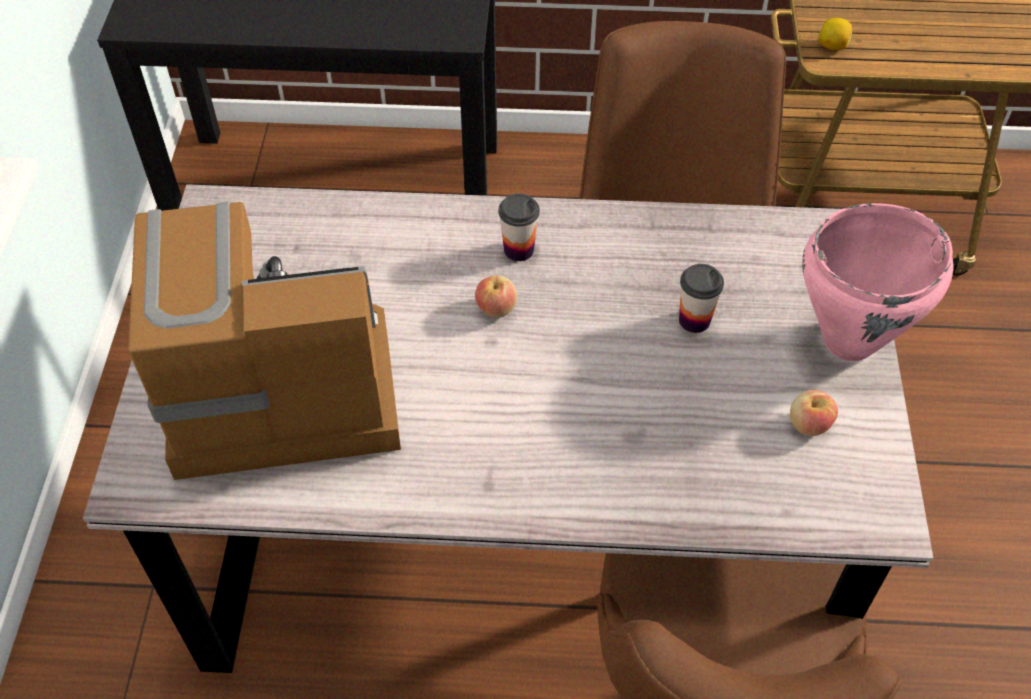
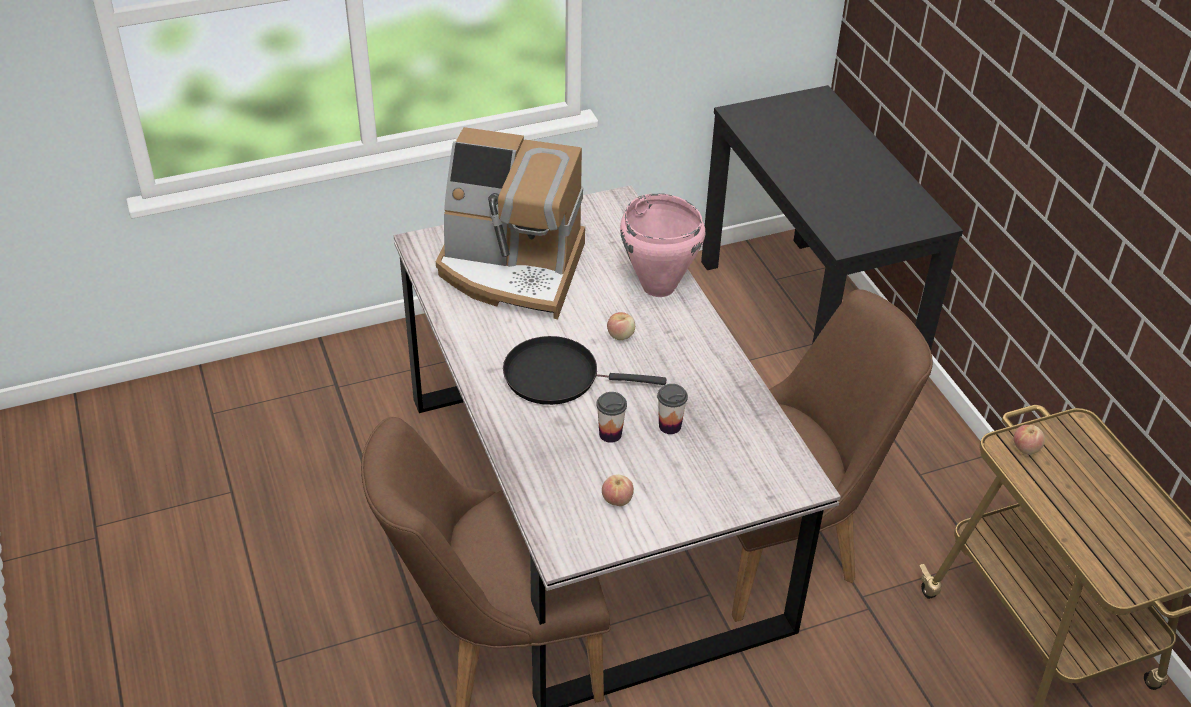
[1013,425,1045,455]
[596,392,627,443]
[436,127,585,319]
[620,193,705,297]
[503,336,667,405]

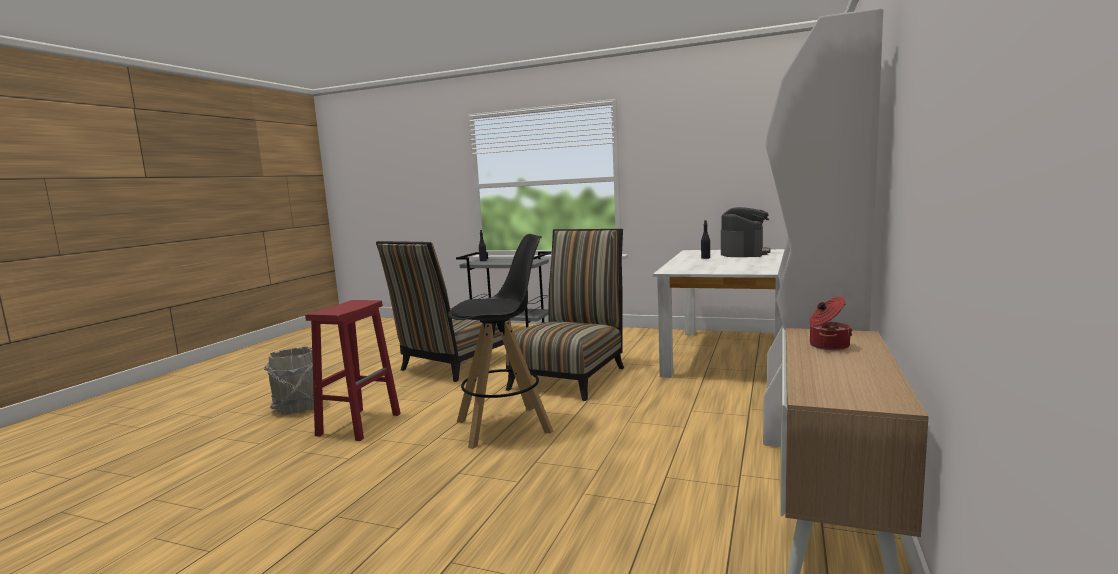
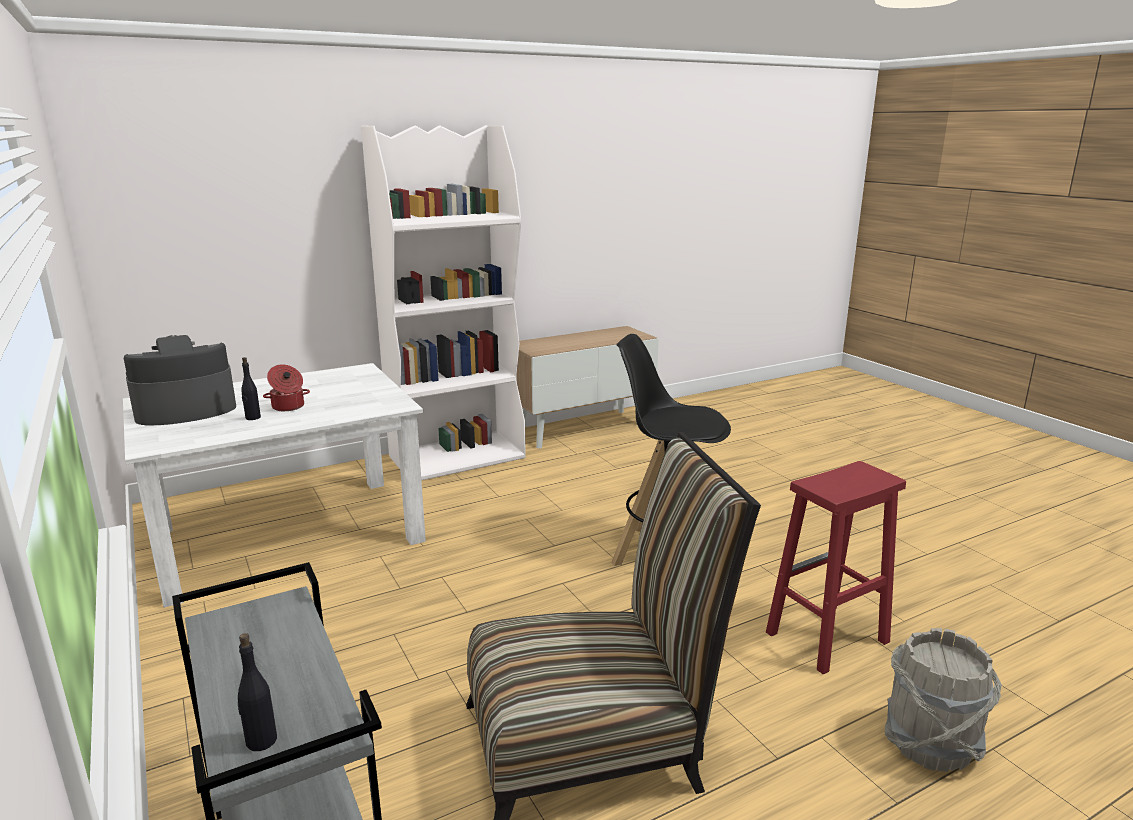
[506,229,624,401] (first image)
[263,364,310,411]

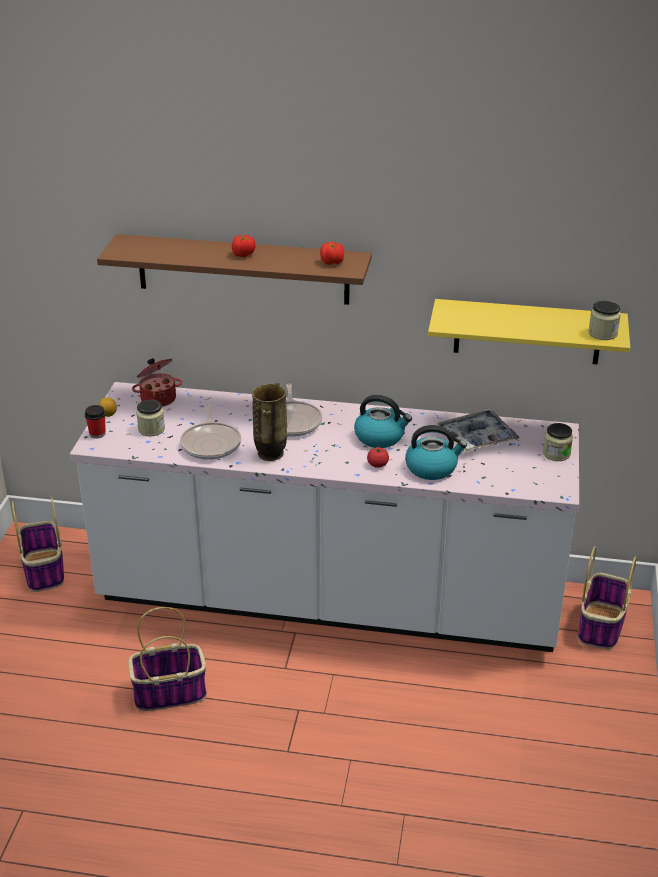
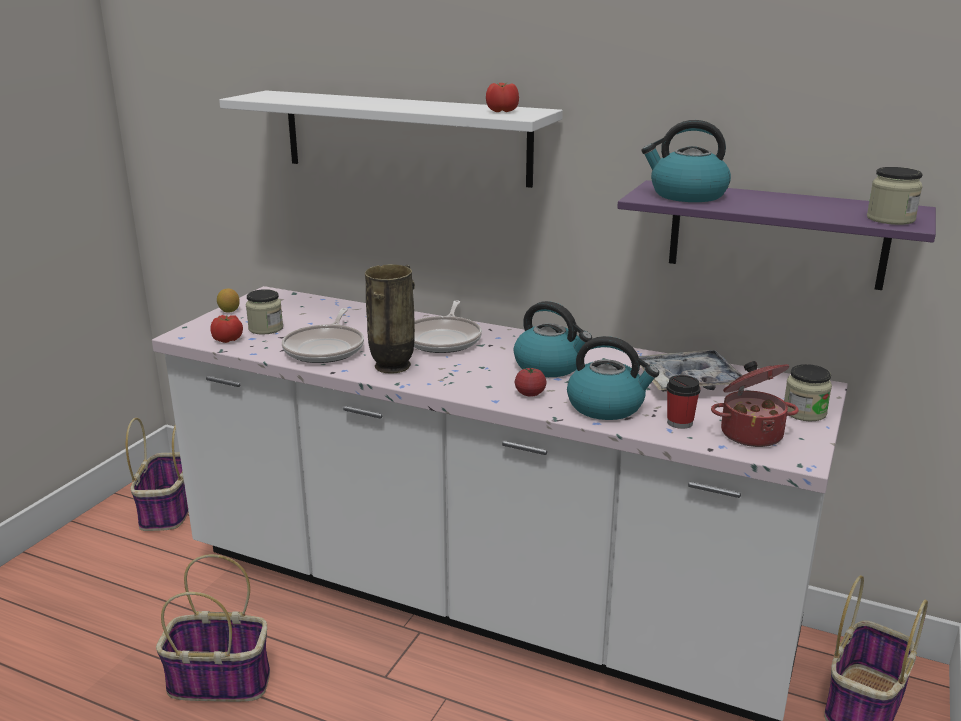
[219,90,563,188]
[211,315,243,343]
[617,180,936,290]
[711,361,799,447]
[666,375,700,429]
[641,120,731,202]

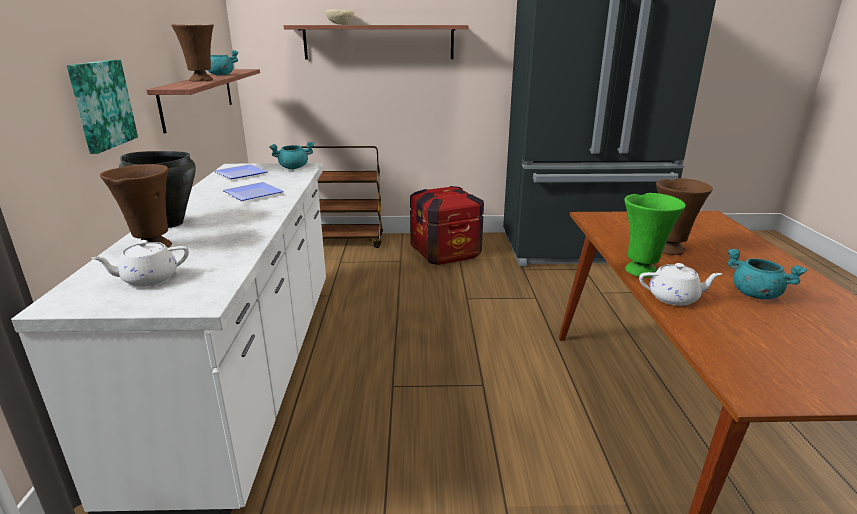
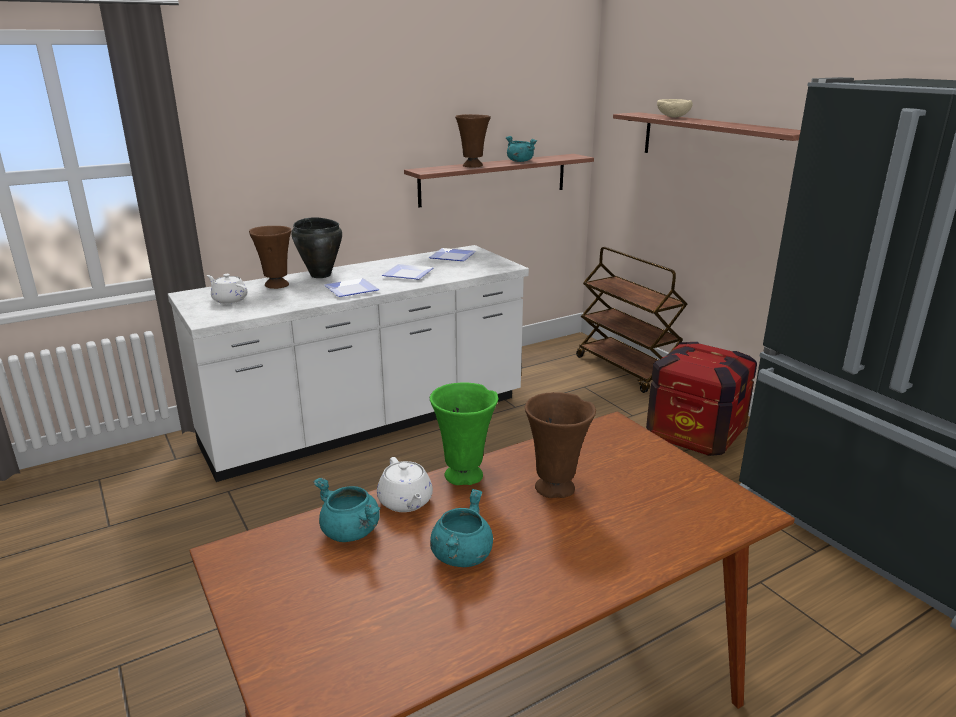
[67,60,138,154] (first image)
[313,478,381,542]
[324,278,379,297]

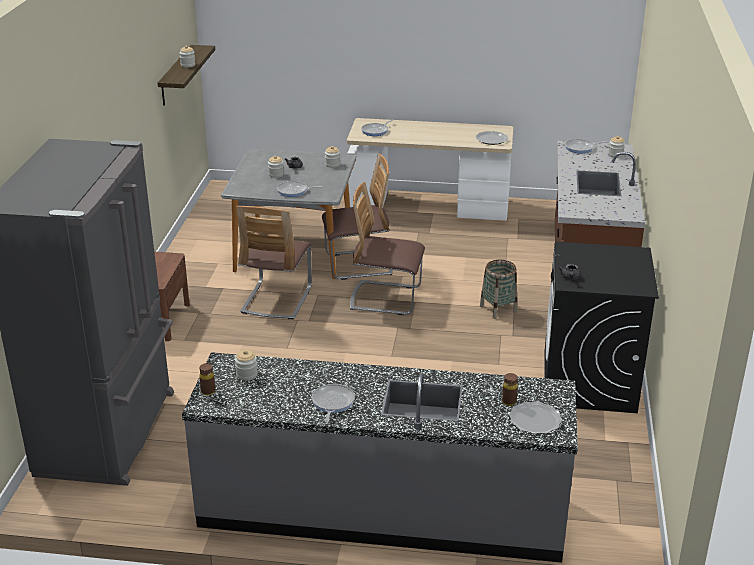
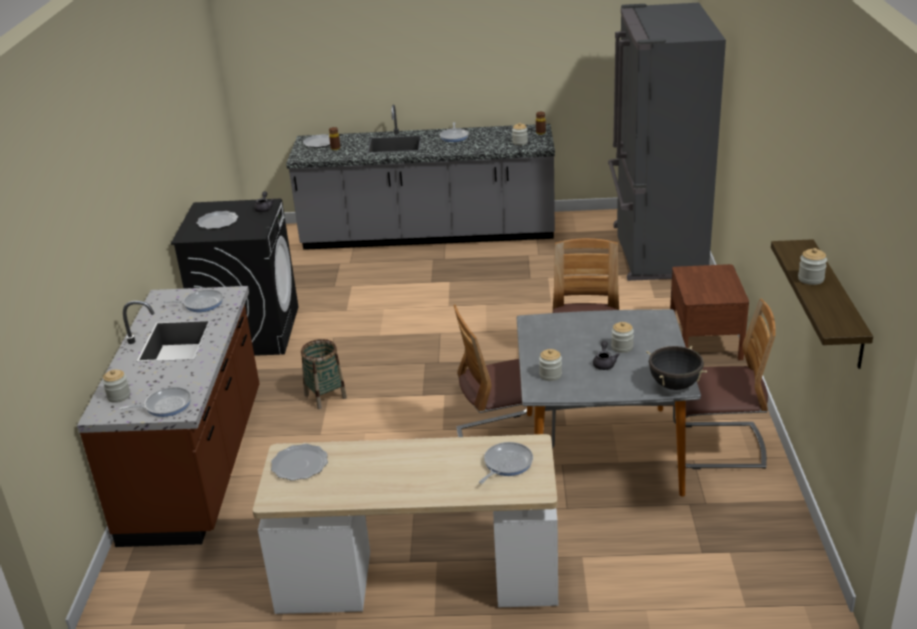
[163,289,223,312]
[673,299,776,469]
[196,211,238,229]
[646,346,707,390]

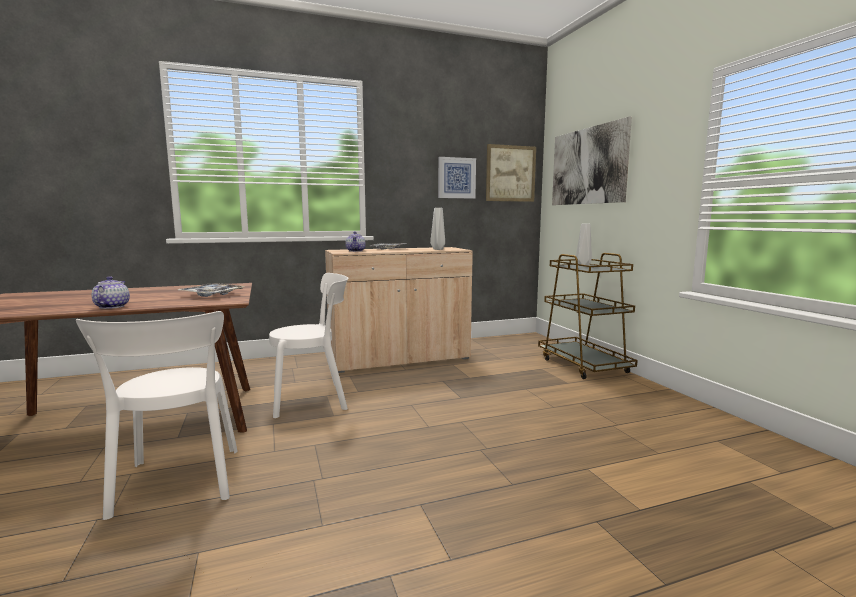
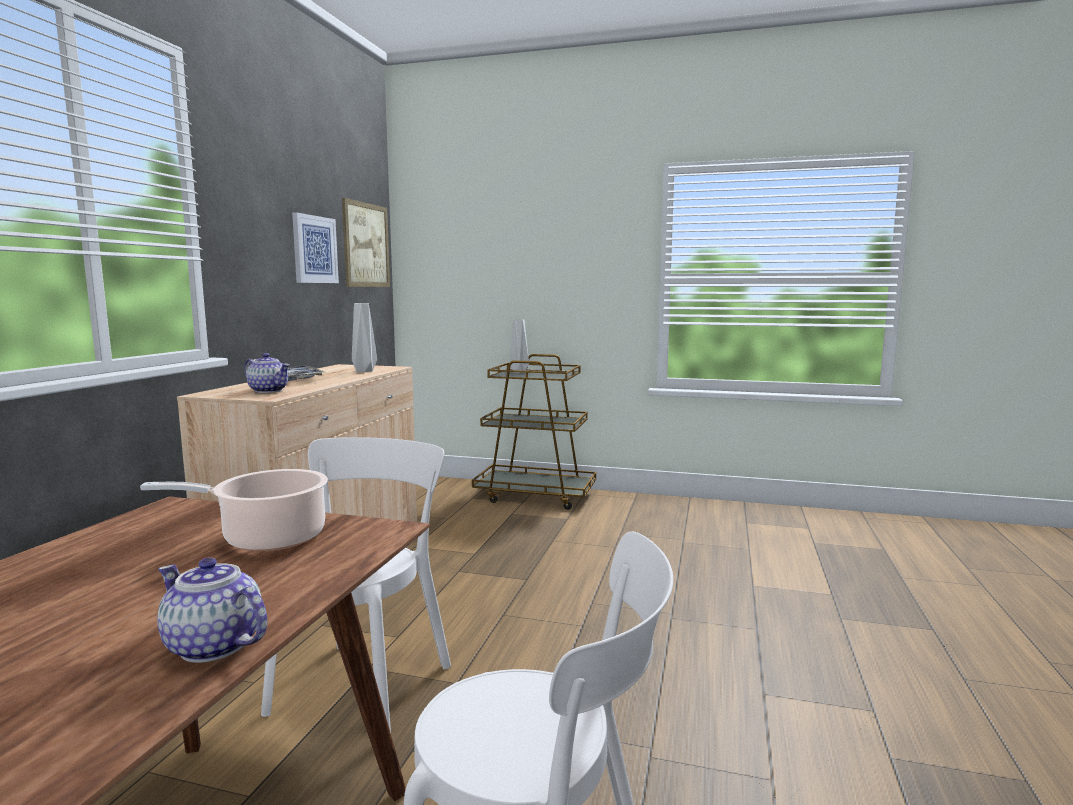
[552,116,632,205] (first image)
[140,469,328,551]

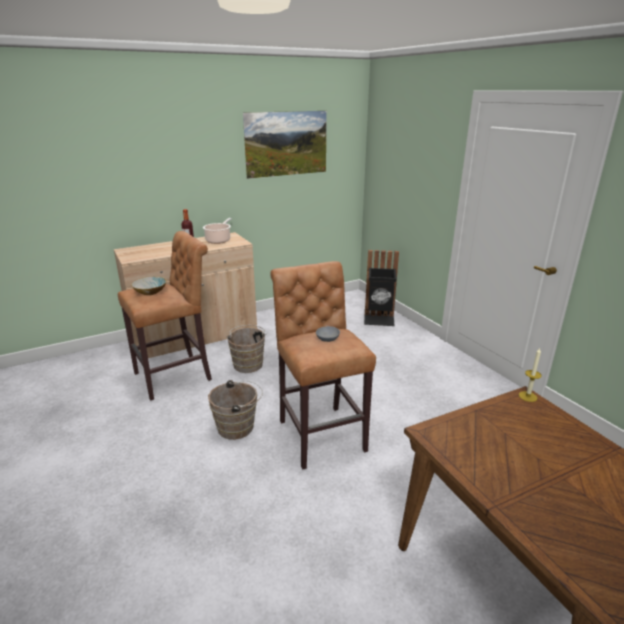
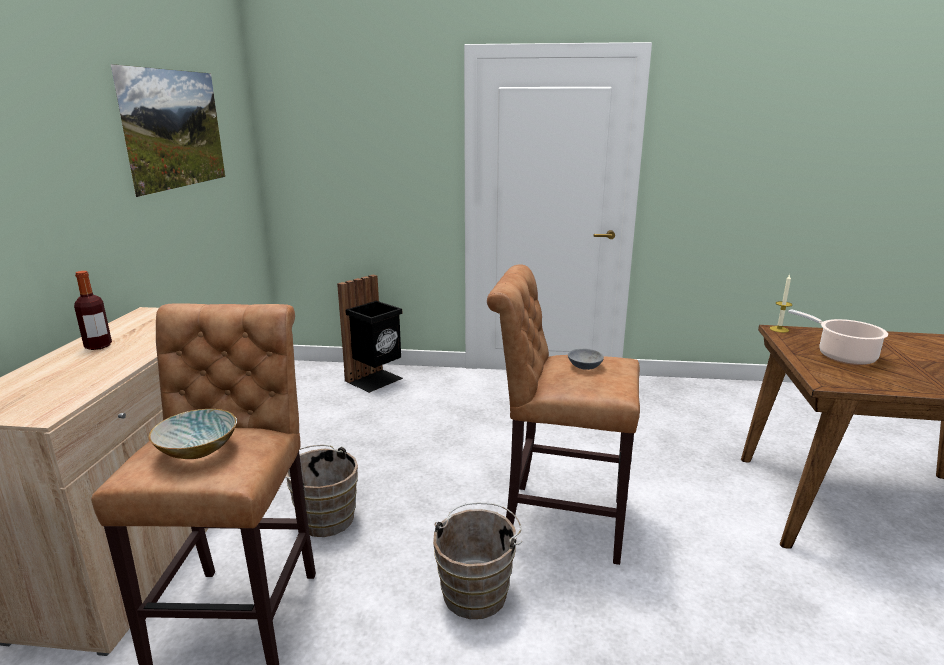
[788,309,888,365]

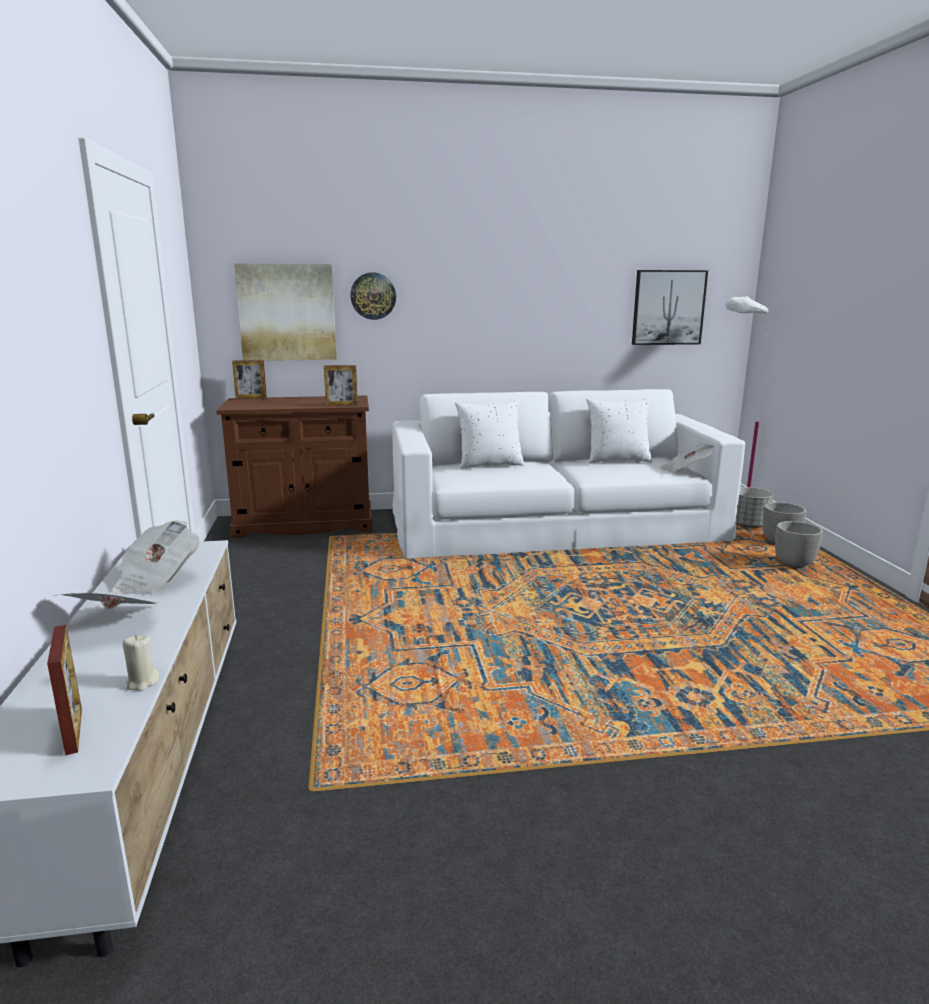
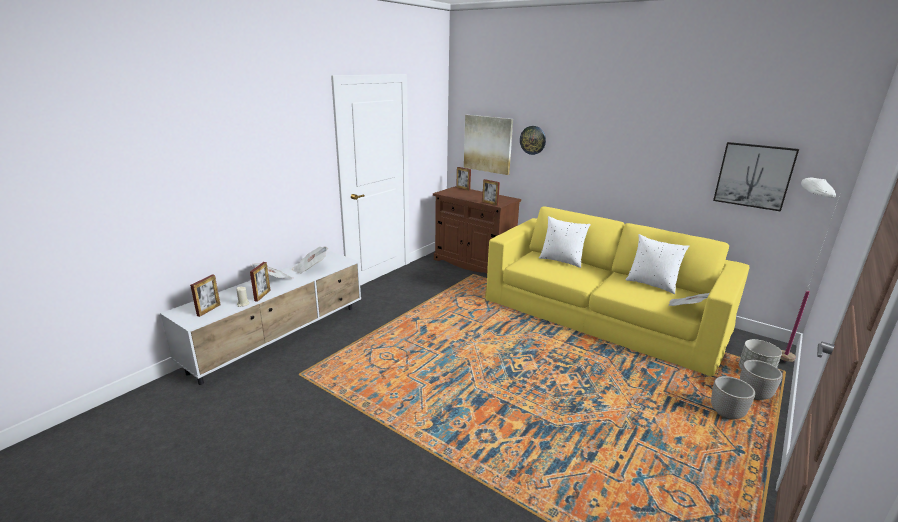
[485,206,749,376]
[250,262,271,302]

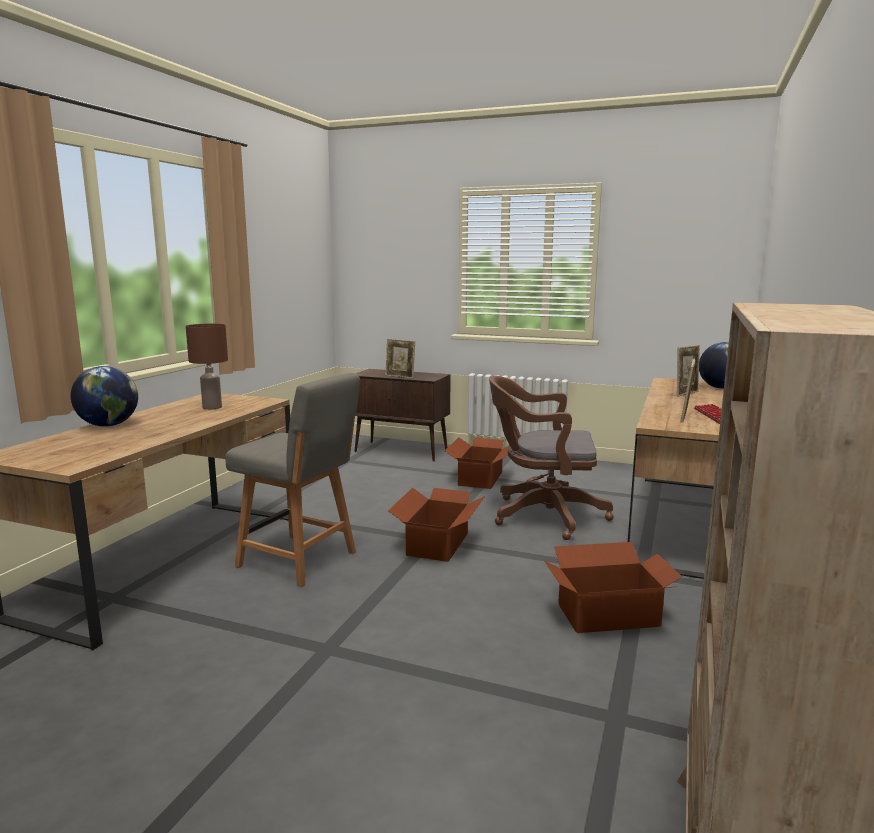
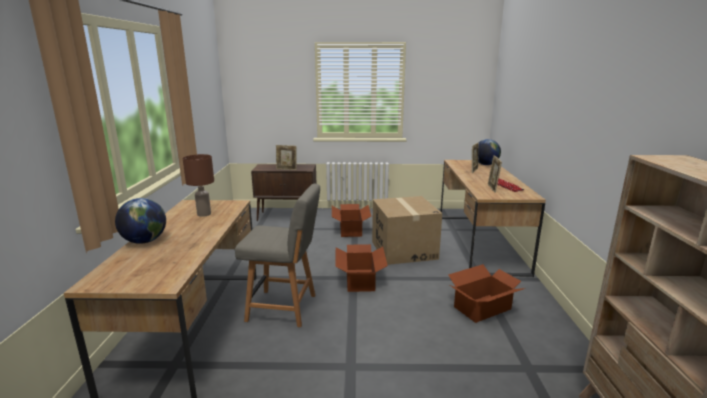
[372,196,442,265]

